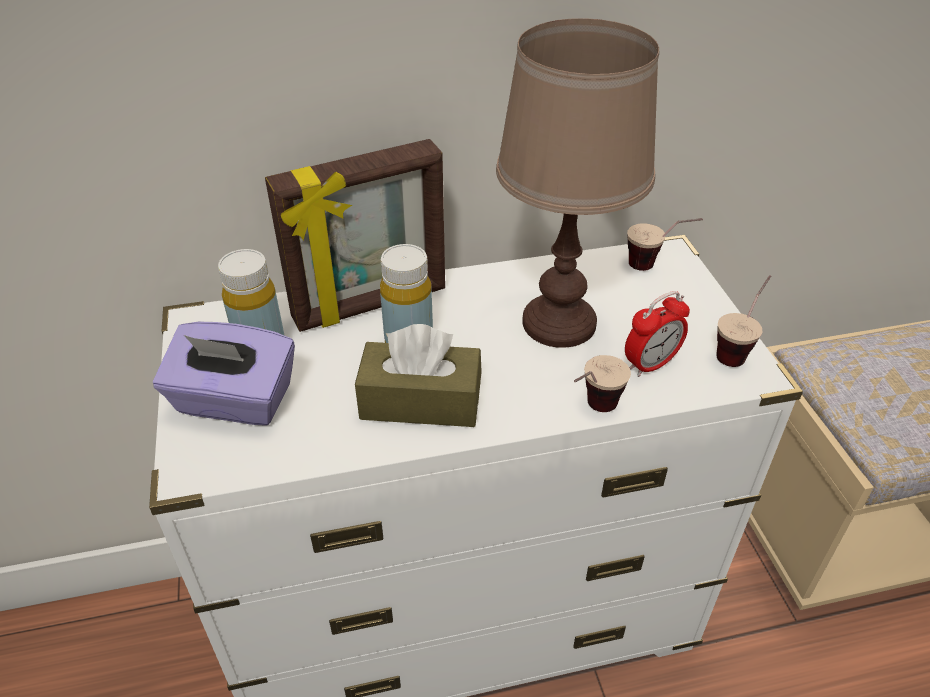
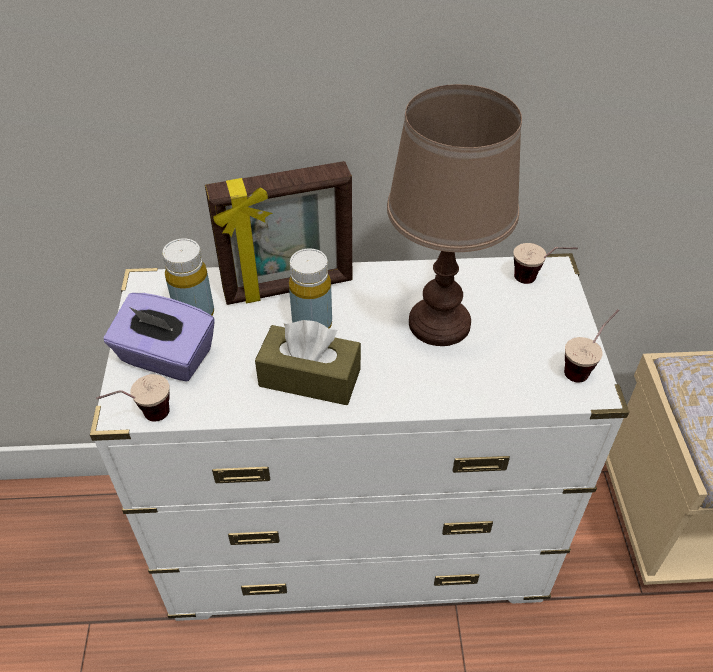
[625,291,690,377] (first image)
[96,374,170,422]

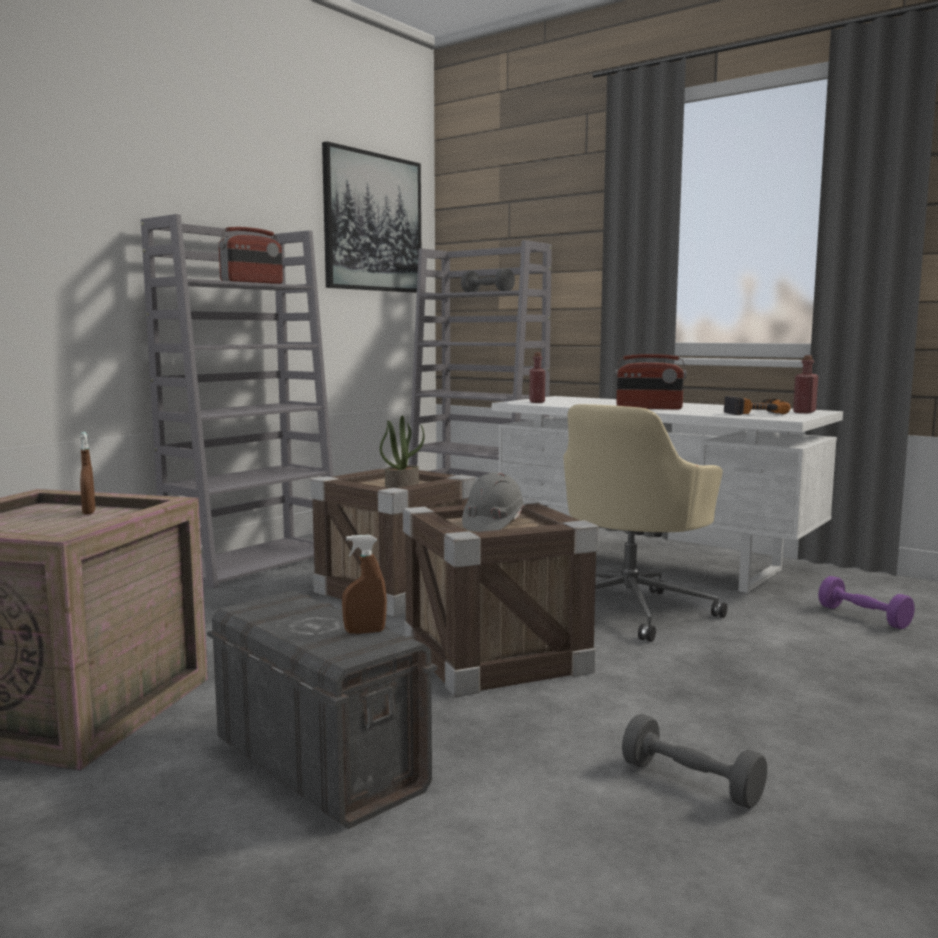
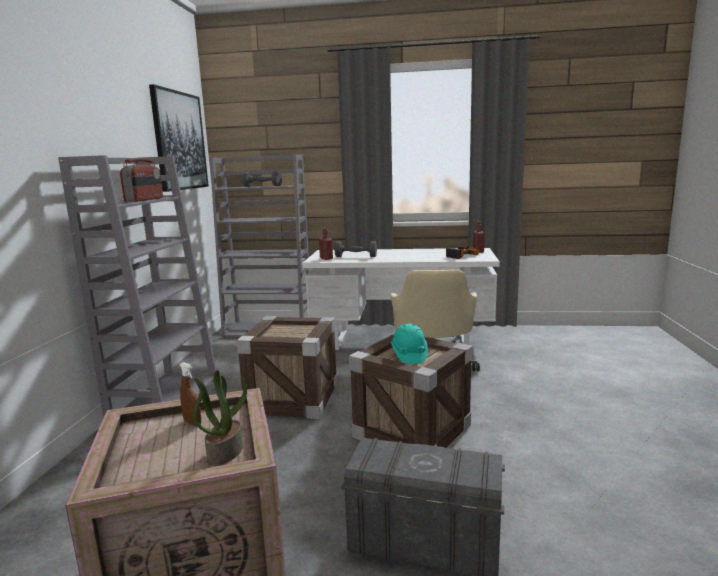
[615,354,686,410] (first image)
[193,370,247,466]
[391,324,428,364]
[342,535,387,634] (first image)
[818,576,915,629] (first image)
[335,241,377,257]

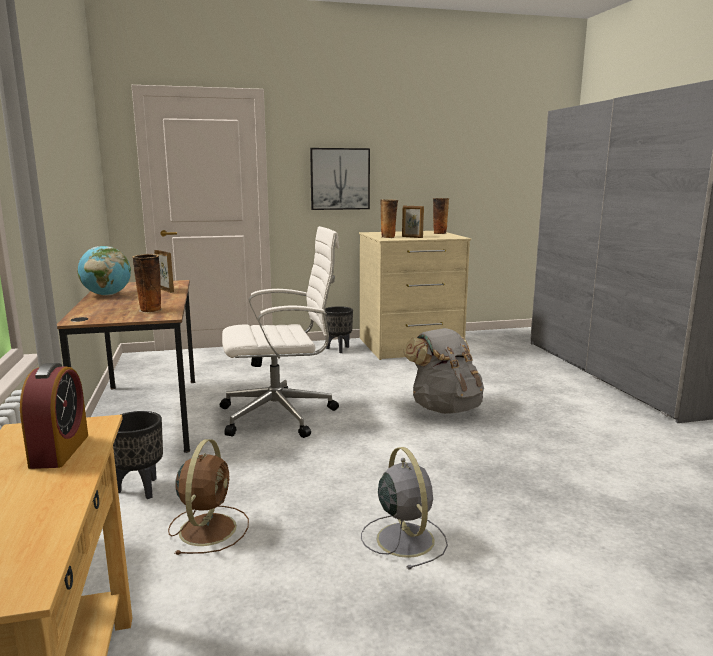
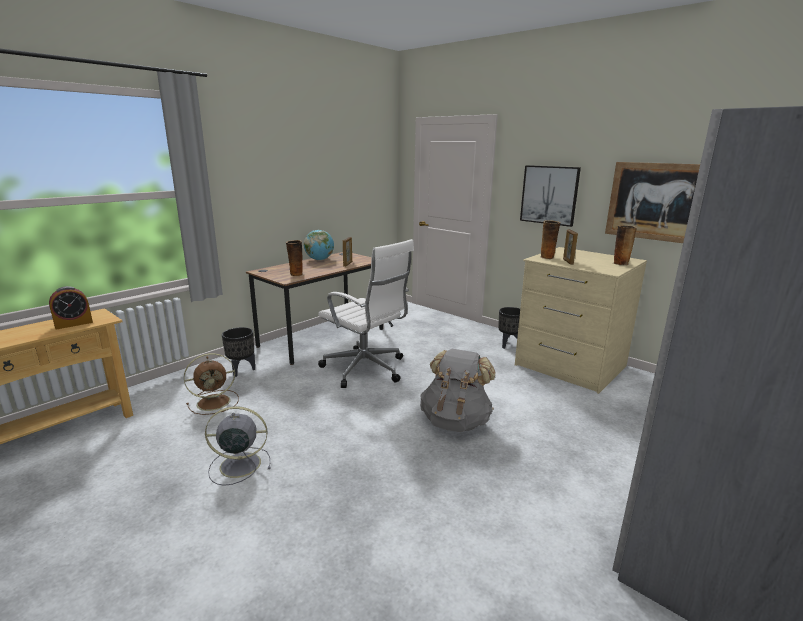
[205,406,271,486]
[605,162,700,243]

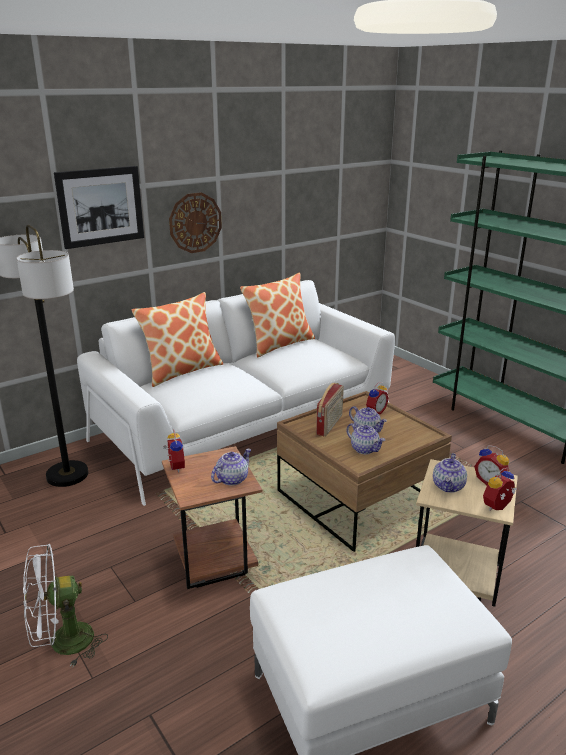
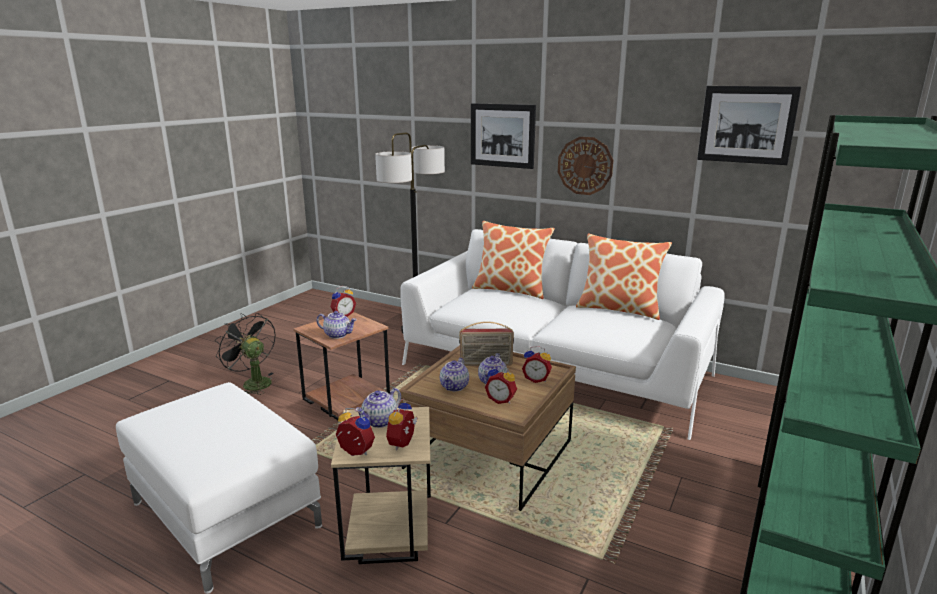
[355,388,401,428]
[214,313,276,395]
[697,86,801,165]
[485,365,517,404]

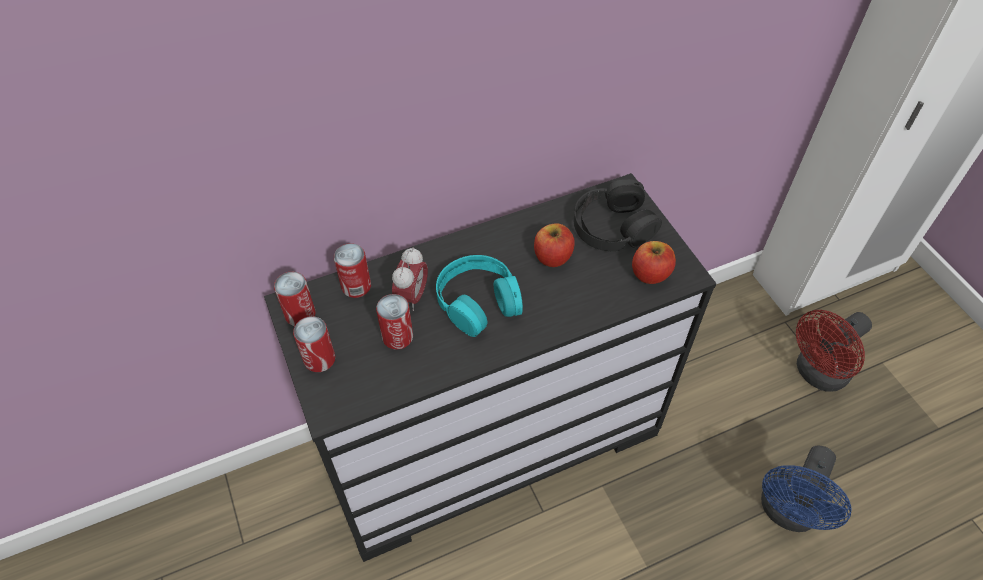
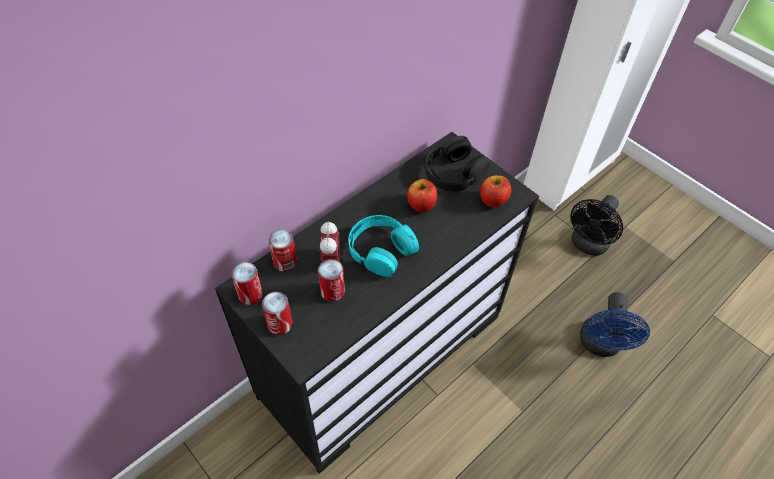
[570,195,623,256]

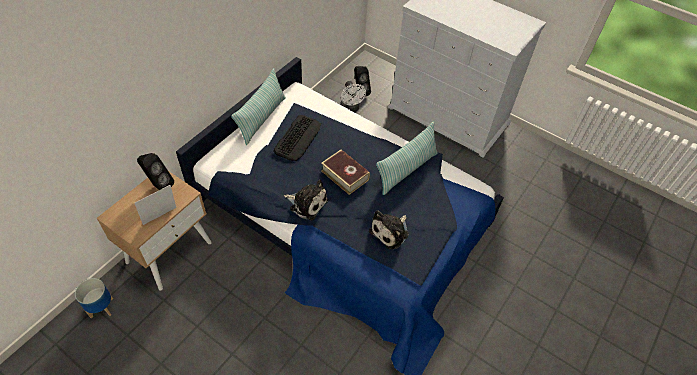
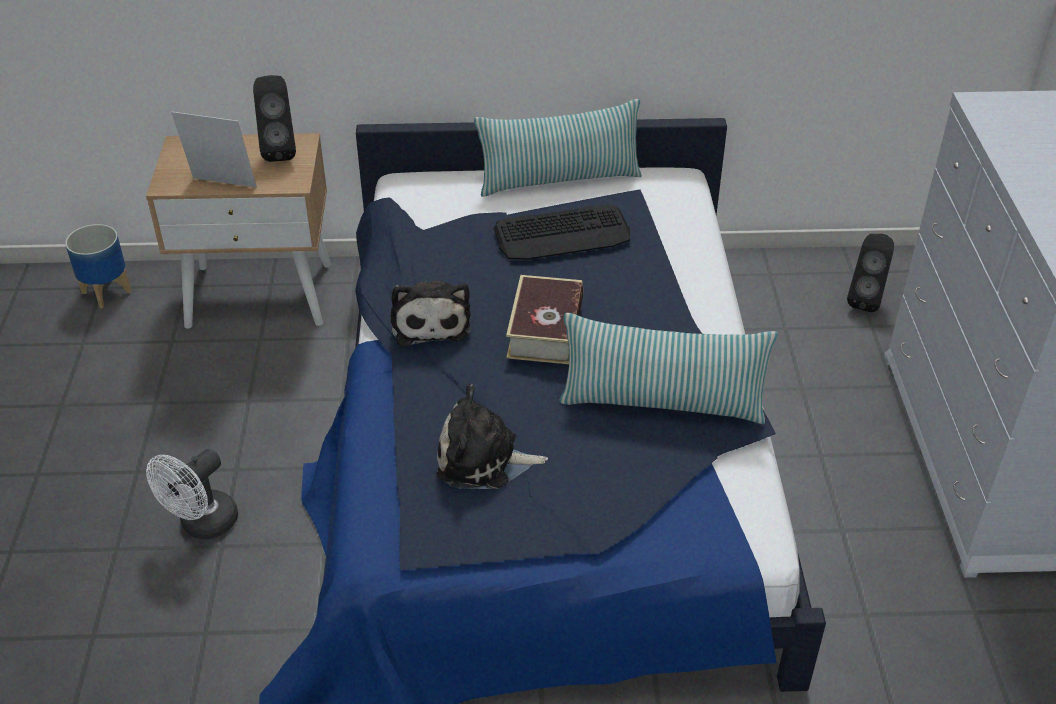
[146,449,238,539]

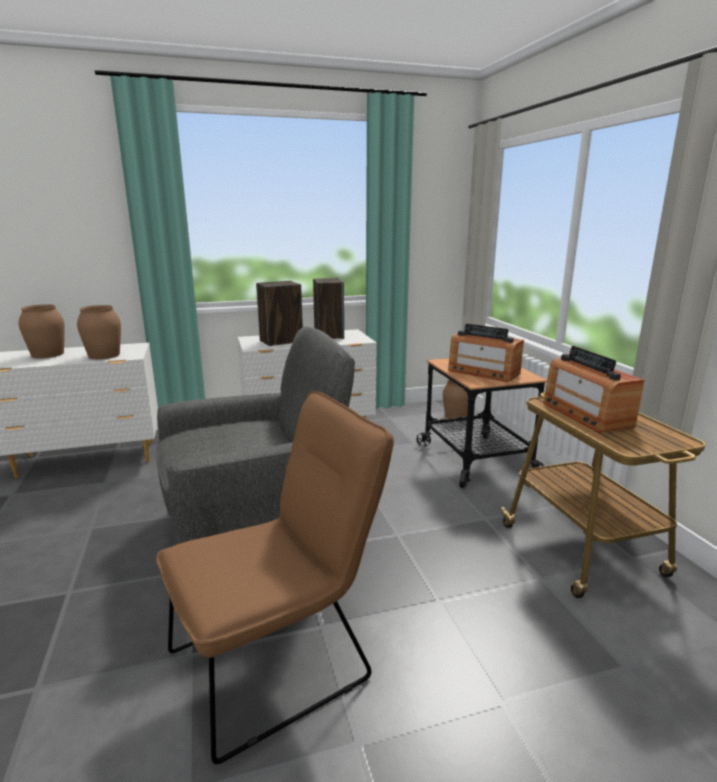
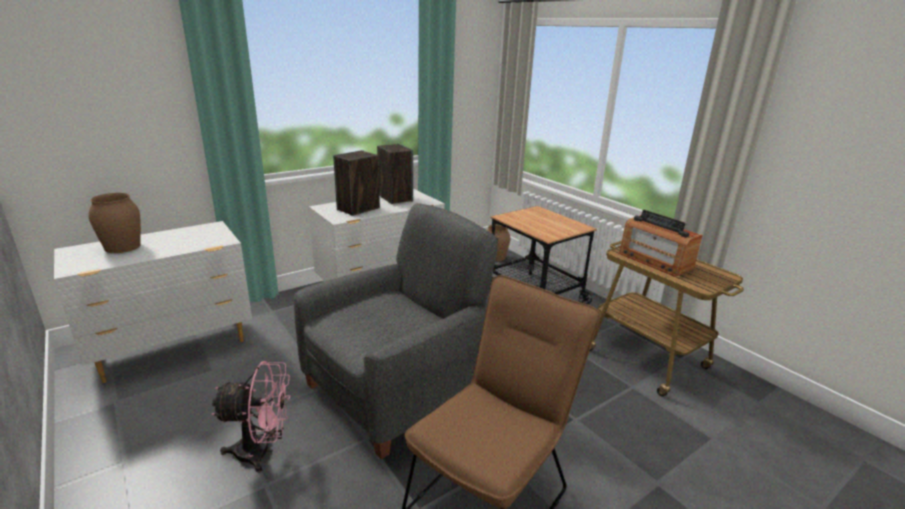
[77,305,121,359] (first image)
[448,324,524,382] (first image)
[211,361,290,473]

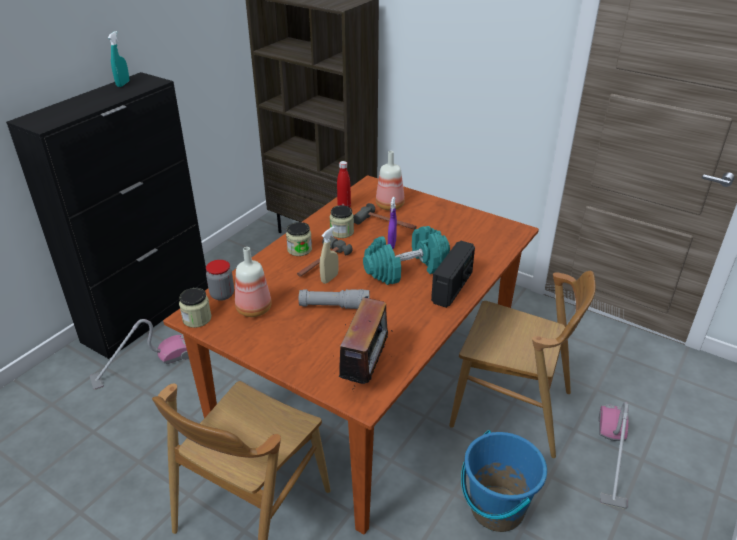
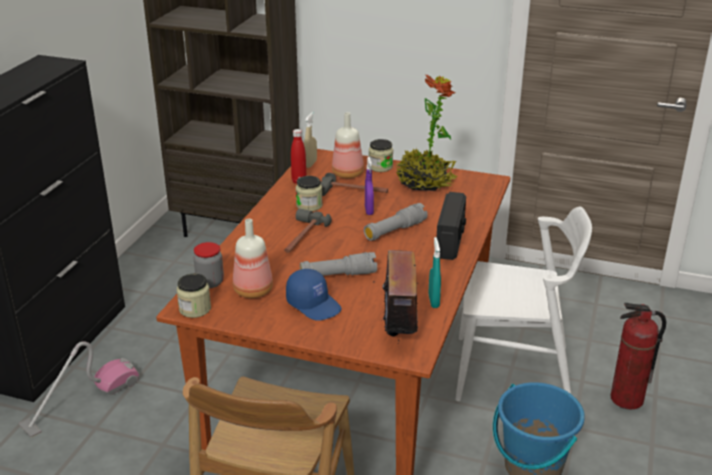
[429,237,441,308]
[369,139,393,172]
[304,112,317,168]
[364,203,428,241]
[456,206,592,402]
[611,303,666,409]
[396,74,458,191]
[286,269,341,321]

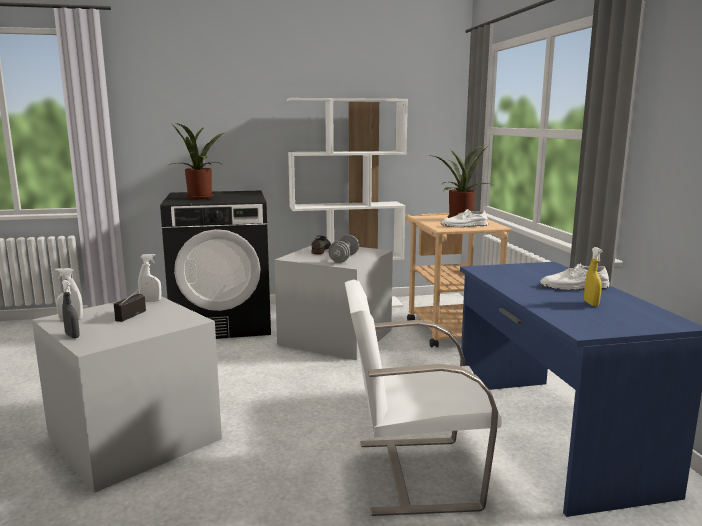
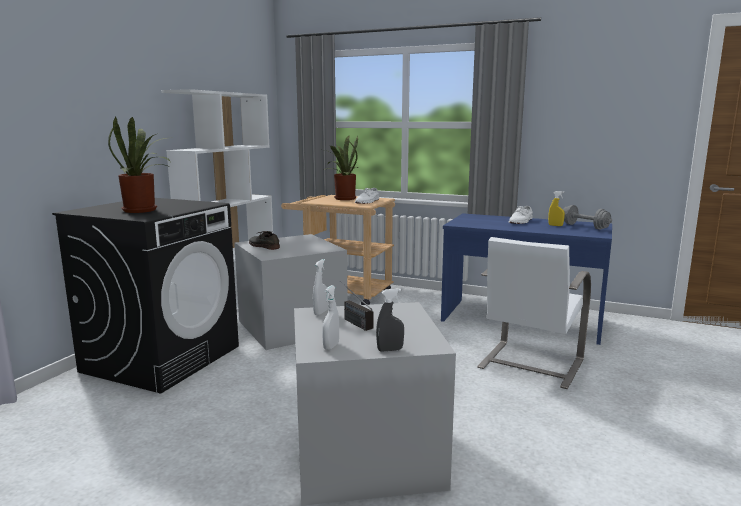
[563,205,612,229]

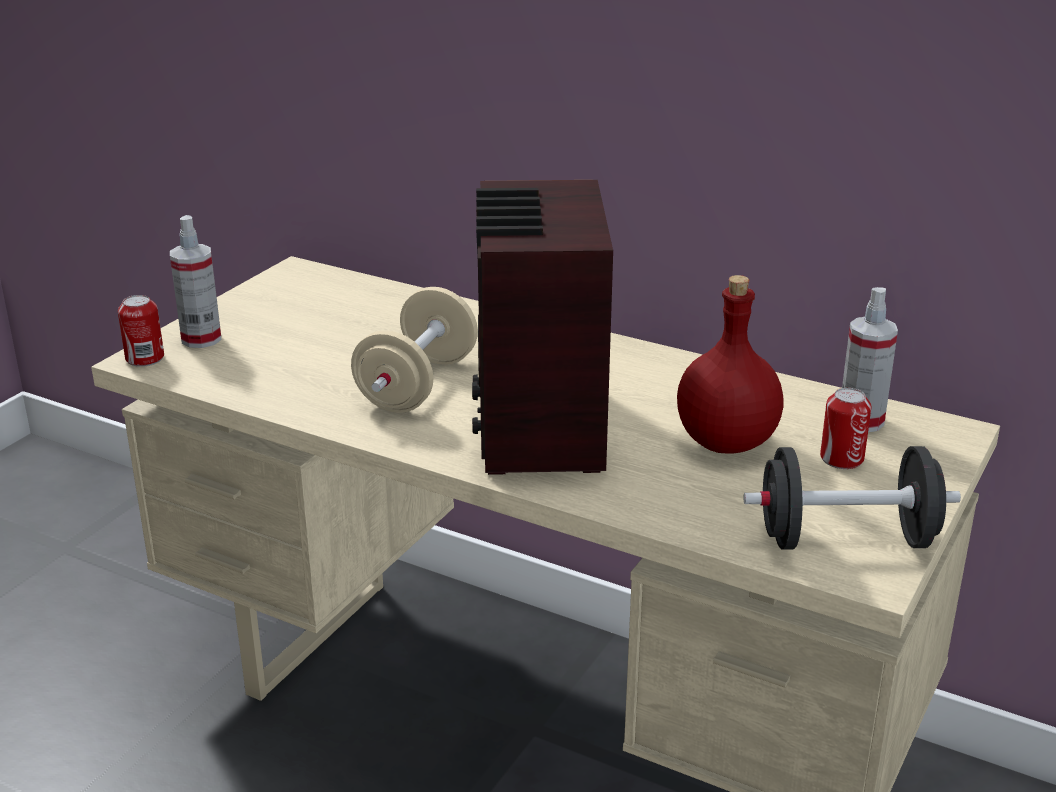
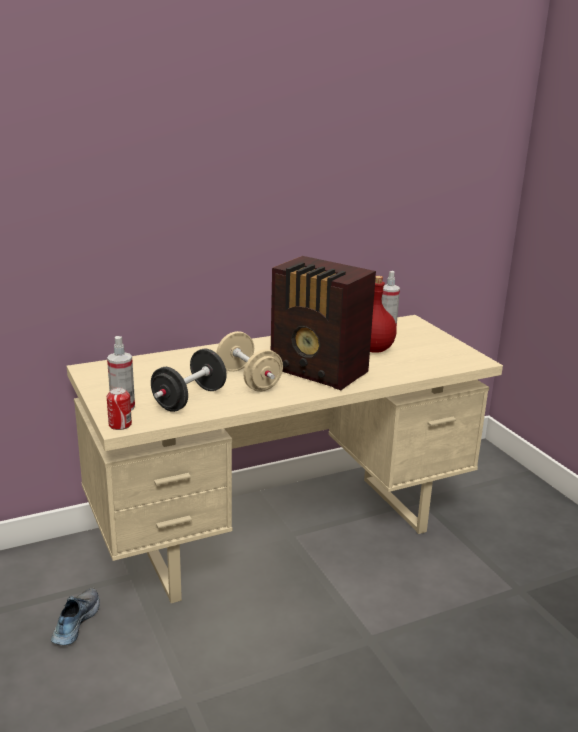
[820,388,871,469] (first image)
[151,349,227,412]
[51,588,100,645]

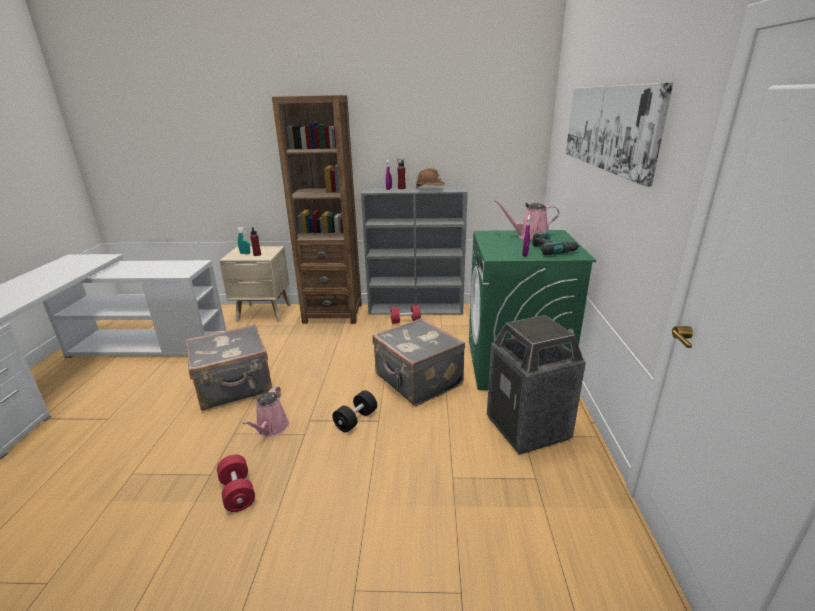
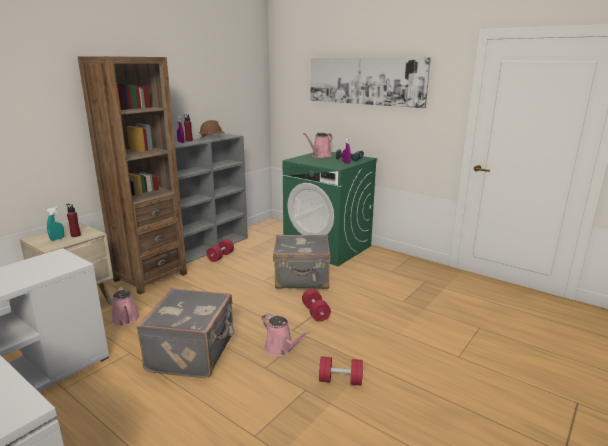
[487,315,586,455] (first image)
[302,289,331,322]
[112,287,140,326]

